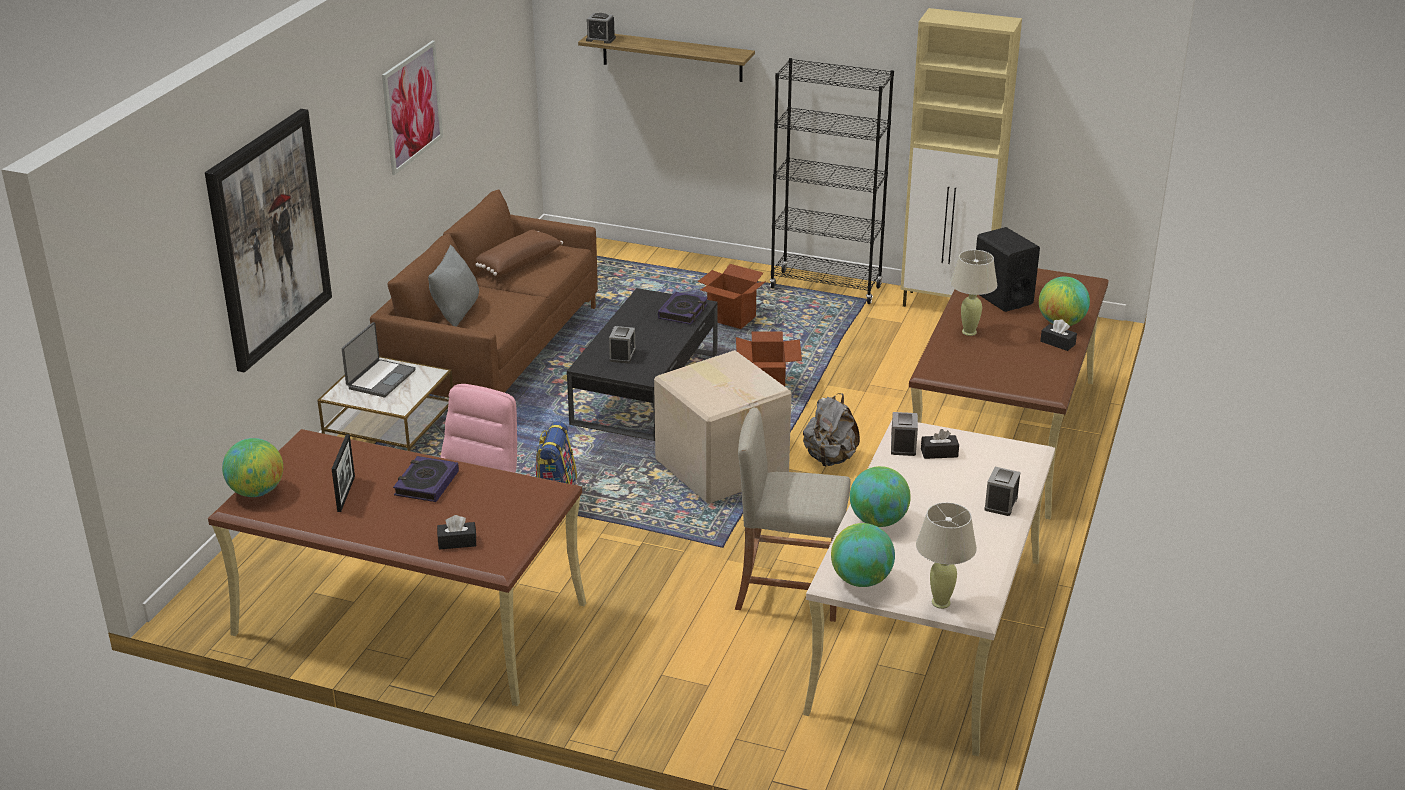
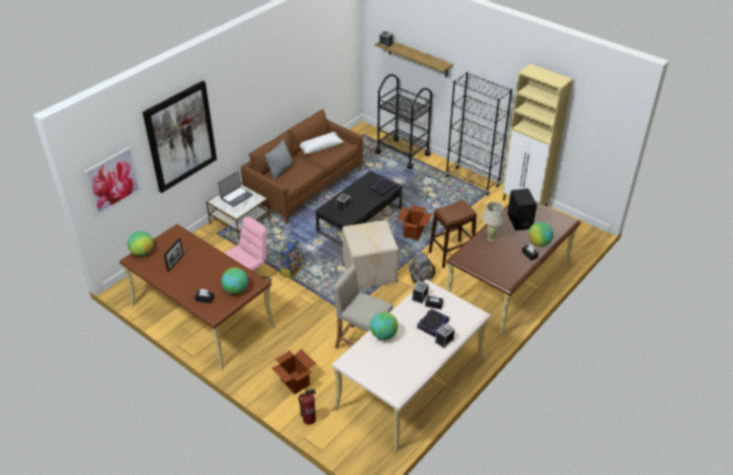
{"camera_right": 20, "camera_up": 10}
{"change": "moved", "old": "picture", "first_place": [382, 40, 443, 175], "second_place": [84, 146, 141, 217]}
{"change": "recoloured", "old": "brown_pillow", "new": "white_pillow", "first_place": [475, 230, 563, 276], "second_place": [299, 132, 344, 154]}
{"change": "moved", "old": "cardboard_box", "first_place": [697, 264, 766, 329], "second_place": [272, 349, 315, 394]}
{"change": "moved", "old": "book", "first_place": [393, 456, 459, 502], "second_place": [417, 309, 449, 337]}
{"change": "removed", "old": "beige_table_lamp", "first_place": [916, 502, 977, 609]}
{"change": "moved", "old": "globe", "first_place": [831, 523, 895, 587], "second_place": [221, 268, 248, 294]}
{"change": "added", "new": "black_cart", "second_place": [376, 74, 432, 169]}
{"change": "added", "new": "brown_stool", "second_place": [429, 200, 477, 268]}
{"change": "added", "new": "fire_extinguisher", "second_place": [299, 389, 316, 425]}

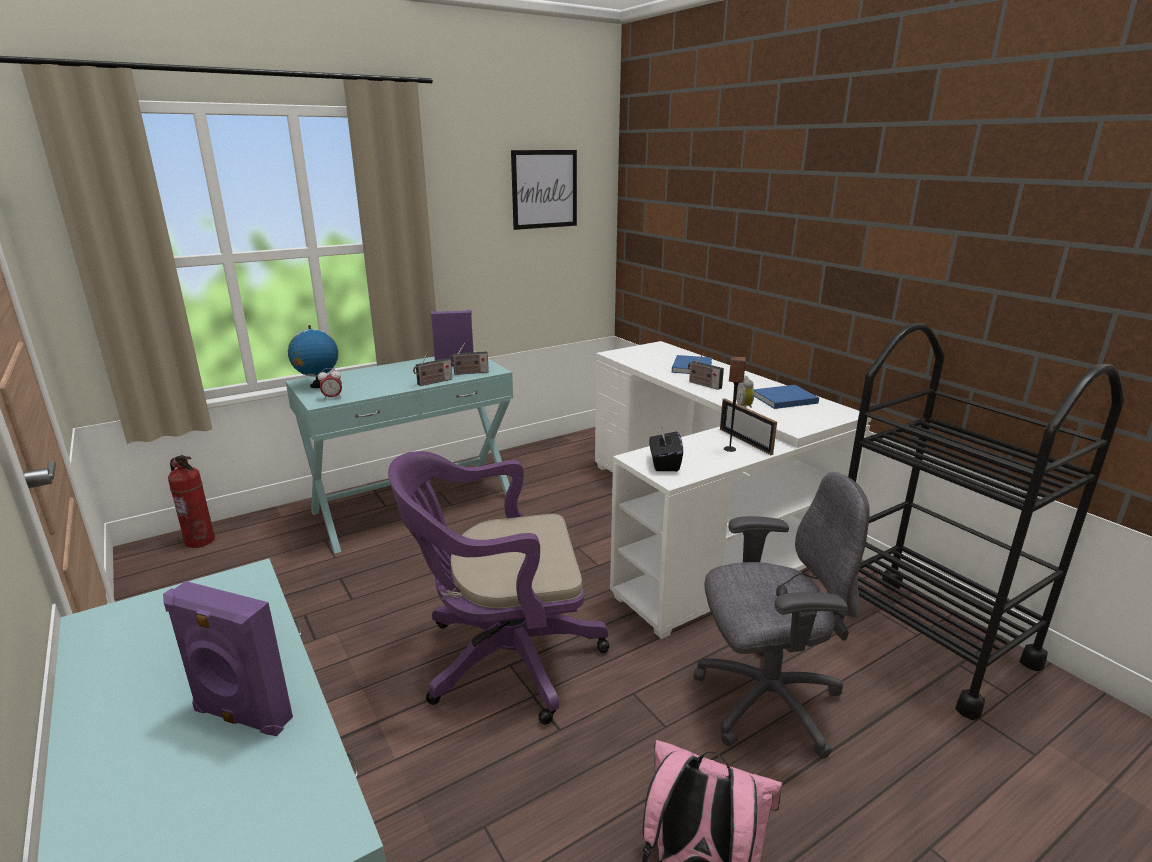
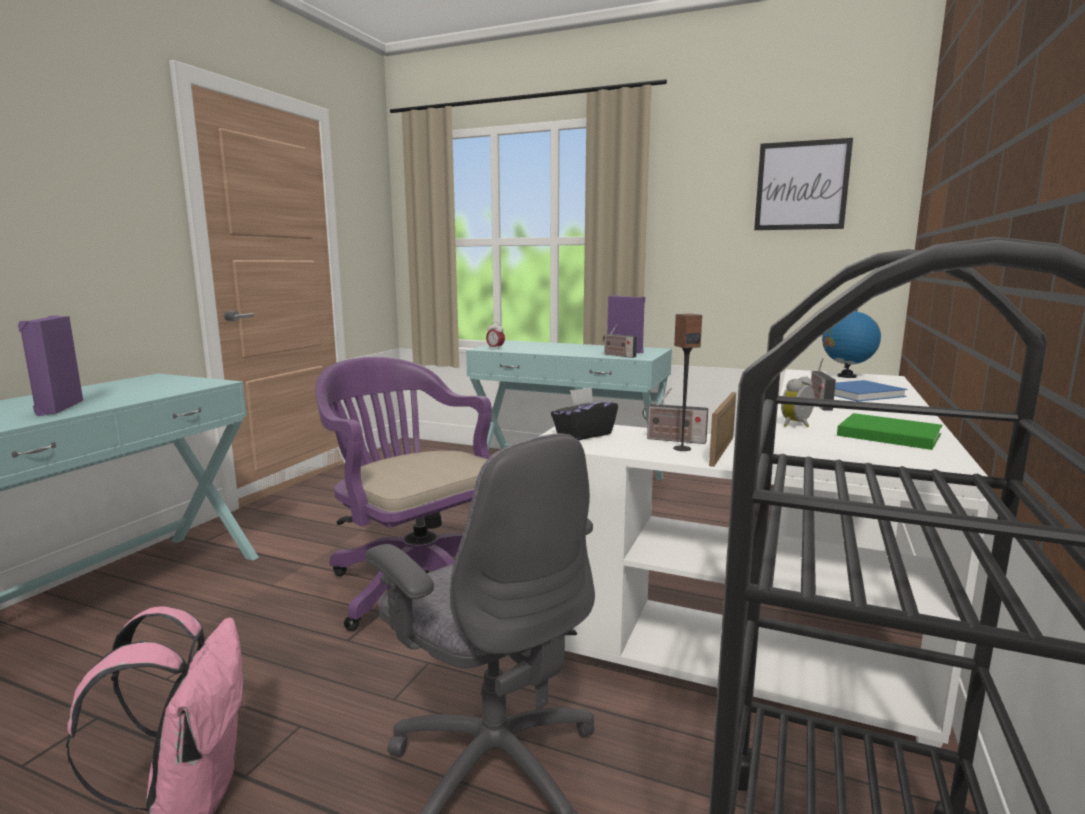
{"camera_right": 55, "camera_up": -10}
{"change": "moved", "old": "globe", "first_place": [288, 325, 338, 388], "second_place": [822, 309, 881, 378]}
{"change": "moved", "old": "radio", "first_place": [413, 352, 452, 386], "second_place": [642, 388, 708, 444]}
{"change": "recoloured", "old": "blue_book", "new": "green_book", "first_place": [754, 385, 819, 409], "second_place": [837, 413, 942, 450]}
{"change": "removed", "old": "fire_extinguisher", "first_place": [168, 455, 215, 548]}

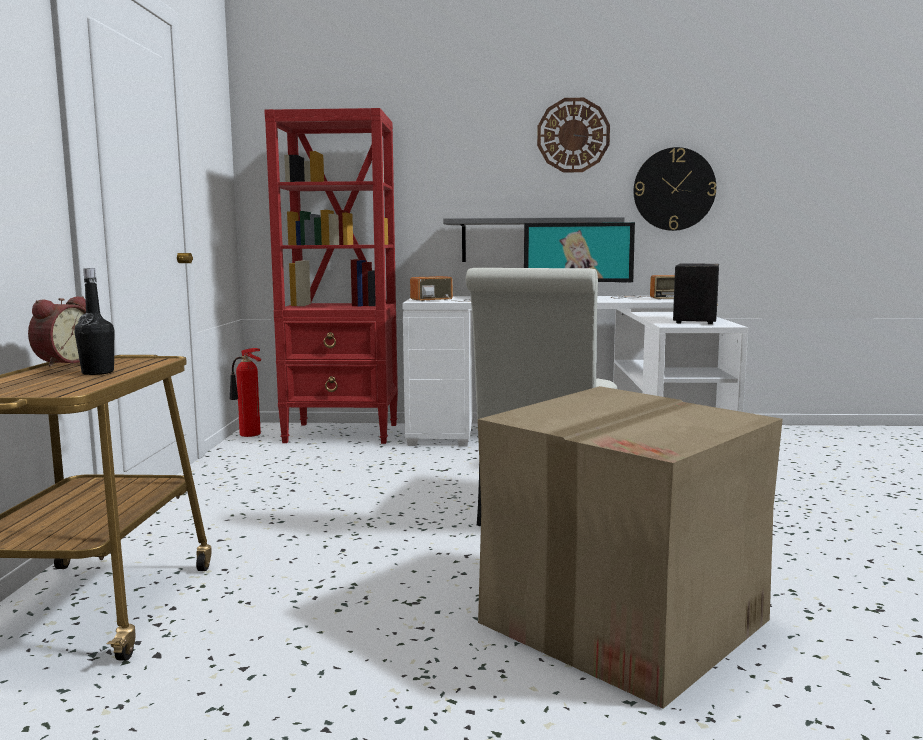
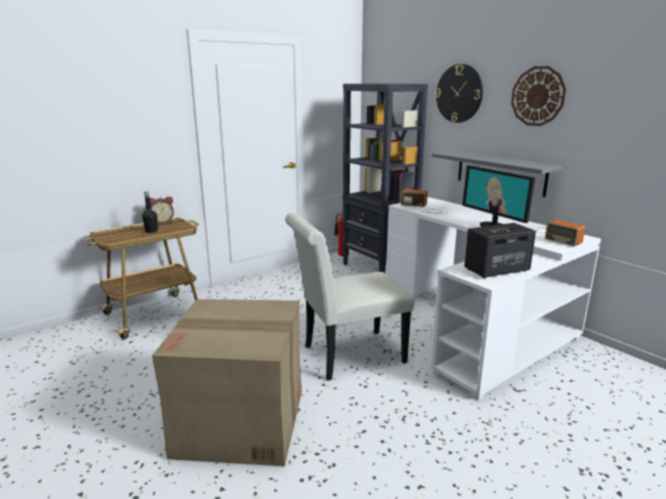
{"camera_right": 50, "camera_up": 10}
{"change": "recoloured", "old": "red_bookcase", "new": "black_bookcase", "first_place": [264, 108, 398, 444], "second_place": [342, 84, 428, 273]}
{"change": "moved", "old": "wall_clock", "first_place": [634, 147, 716, 231], "second_place": [435, 64, 483, 123]}

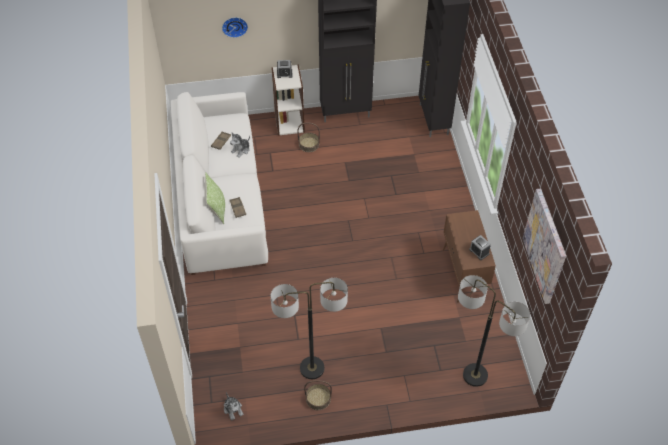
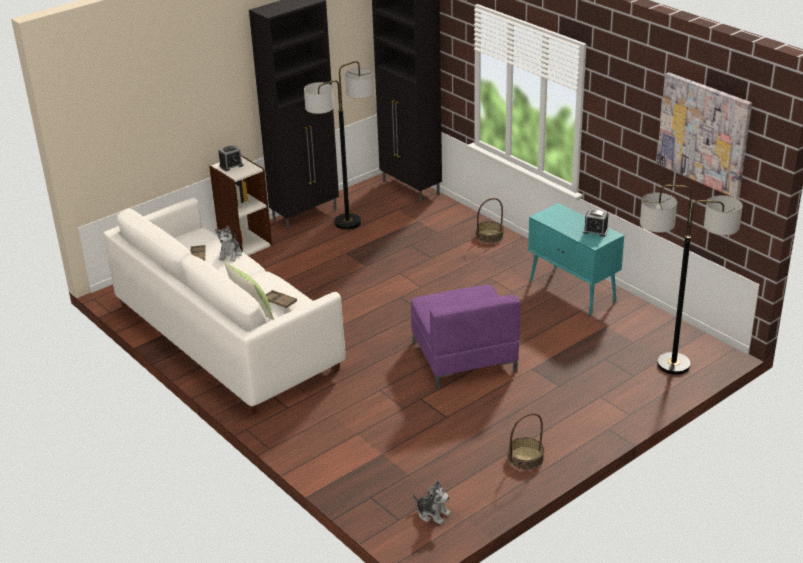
{"camera_right": -30, "camera_up": -20}
{"change": "removed", "old": "wall_clock", "first_place": [222, 17, 248, 38]}
{"change": "moved", "old": "basket", "first_place": [297, 122, 320, 152], "second_place": [476, 198, 504, 243]}
{"change": "recoloured", "old": "brown_cabinet", "new": "turquoise_cabinet", "first_place": [443, 210, 496, 302], "second_place": [528, 203, 624, 316]}
{"change": "moved", "old": "floor_lamp", "first_place": [271, 278, 348, 379], "second_place": [304, 61, 374, 230]}
{"change": "added", "new": "purple_armchair", "second_place": [411, 285, 521, 388]}

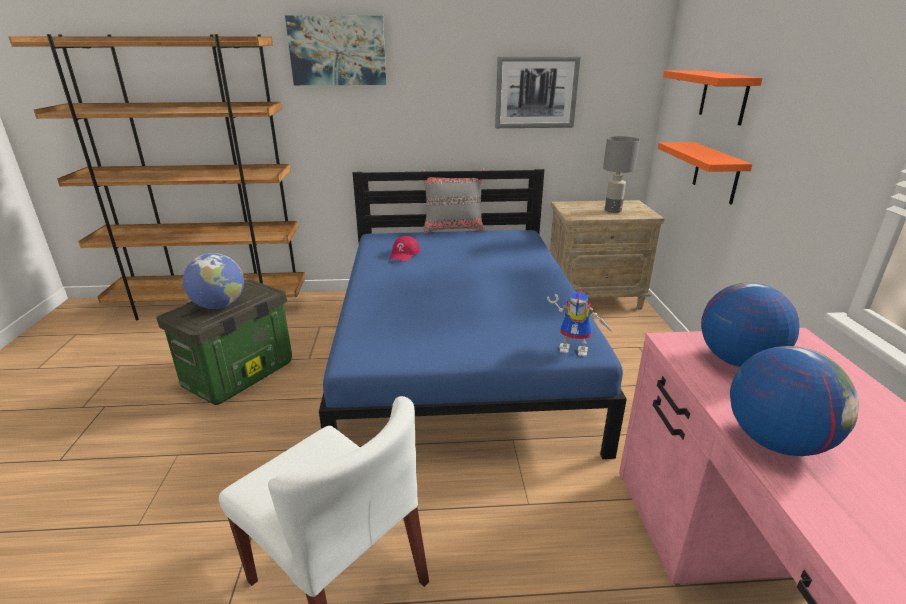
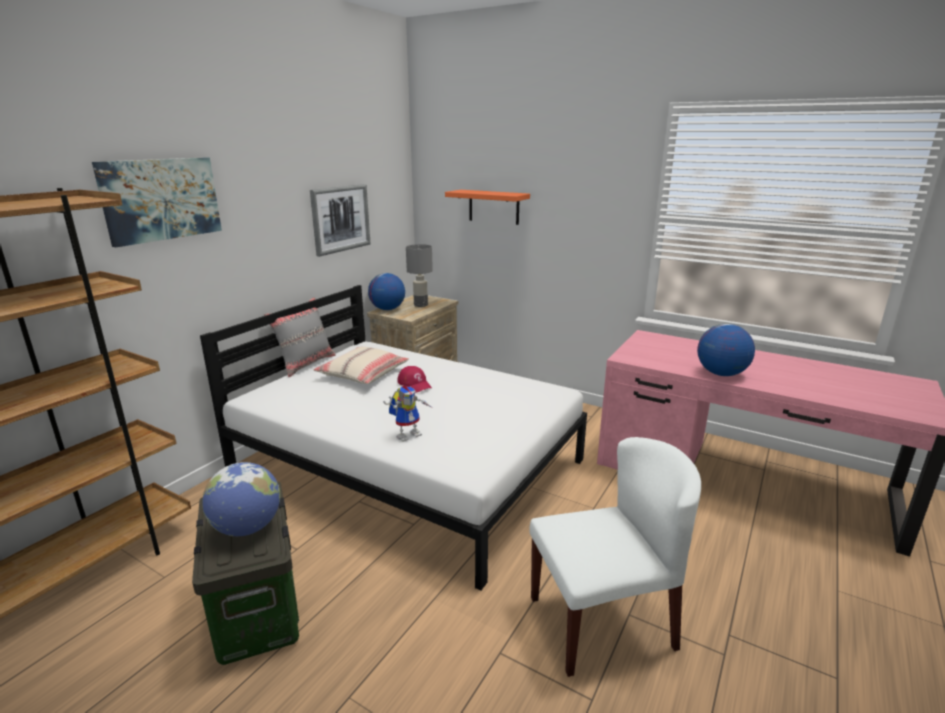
{"camera_right": -55, "camera_up": -5}
{"change": "removed", "old": "orange_shelf", "first_place": [658, 142, 752, 204]}
{"change": "recoloured", "old": "blue_bed", "new": "white_bed", "first_place": [319, 169, 627, 459], "second_place": [200, 285, 587, 591]}
{"change": "moved", "old": "red_cap", "first_place": [389, 236, 420, 262], "second_place": [397, 366, 432, 393]}
{"change": "moved", "old": "globe", "first_place": [701, 282, 799, 367], "second_place": [368, 273, 405, 310]}
{"change": "moved", "old": "toy_robot", "first_place": [547, 291, 614, 357], "second_place": [383, 386, 432, 442]}
{"change": "added", "new": "beige_pillow", "second_place": [314, 347, 409, 384]}

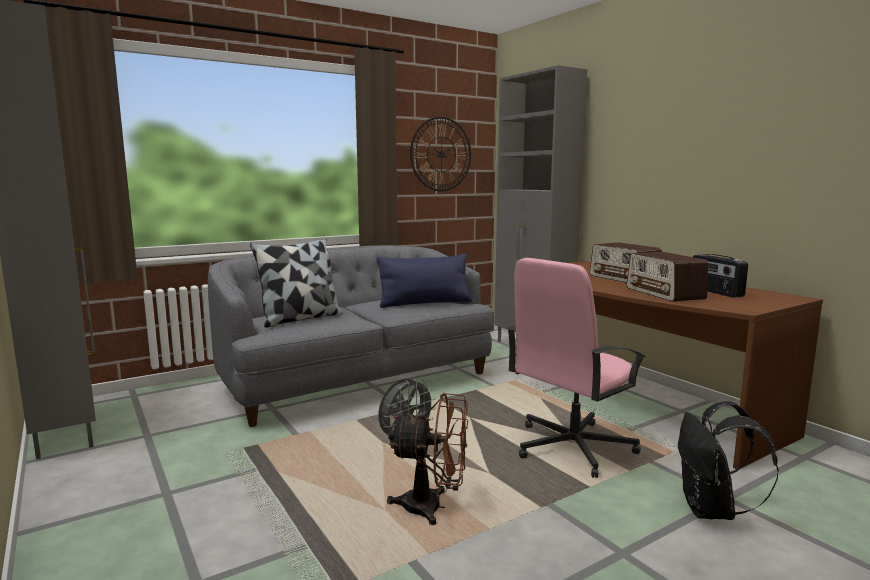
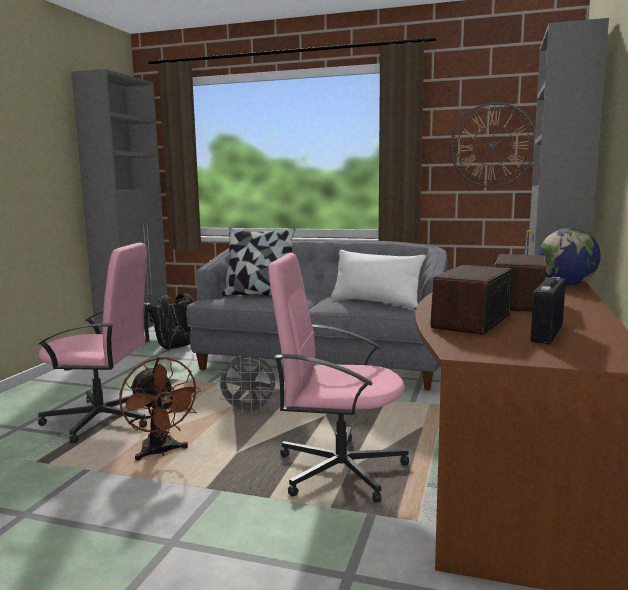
{"camera_right": 50, "camera_up": 0}
{"change": "recoloured", "old": "blue_pillow", "new": "white_pillow", "first_place": [376, 253, 472, 308], "second_place": [331, 250, 425, 308]}
{"change": "moved", "old": "black_backpack", "first_place": [678, 401, 779, 520], "second_place": [148, 293, 194, 349]}
{"change": "added", "new": "globe", "second_place": [538, 228, 601, 285]}
{"change": "added", "new": "pink_office_chair", "second_place": [37, 243, 150, 444]}

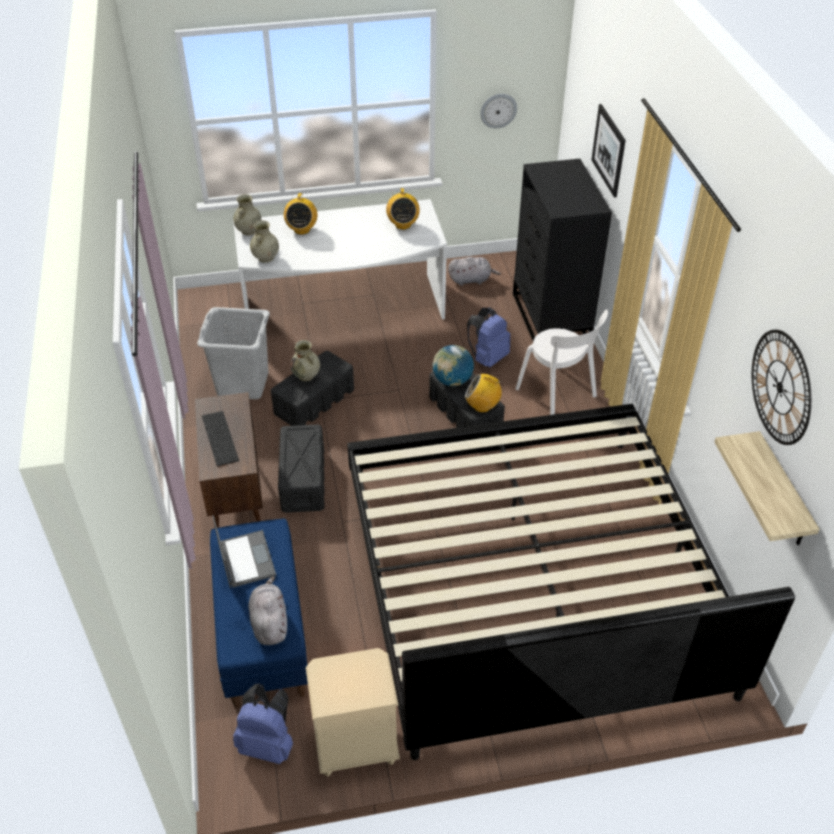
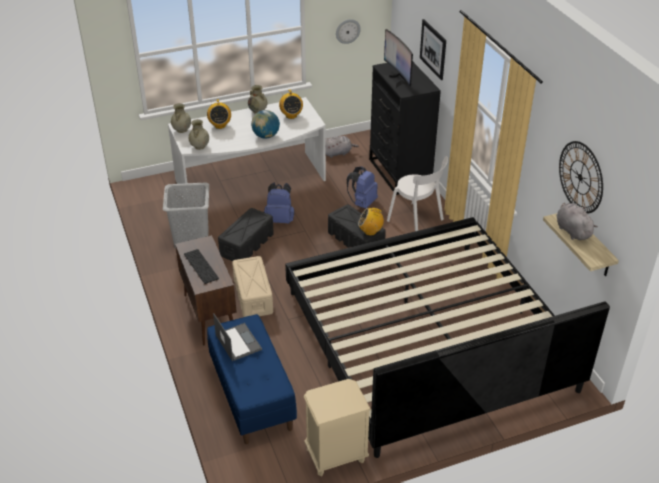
{"camera_right": -10, "camera_up": -5}
{"change": "moved", "old": "beige_vase", "first_place": [290, 340, 320, 381], "second_place": [248, 85, 267, 114]}
{"change": "moved", "old": "globe", "first_place": [433, 345, 474, 386], "second_place": [251, 110, 280, 139]}
{"change": "recoloured", "old": "black_storage_box", "new": "beige_storage_box", "first_place": [278, 424, 325, 513], "second_place": [232, 256, 273, 317]}
{"change": "moved", "old": "grey_plush_toy", "first_place": [248, 576, 287, 645], "second_place": [557, 203, 598, 240]}
{"change": "moved", "old": "blue_backpack", "first_place": [233, 683, 293, 764], "second_place": [264, 182, 294, 223]}
{"change": "added", "new": "monitor", "second_place": [383, 29, 413, 88]}

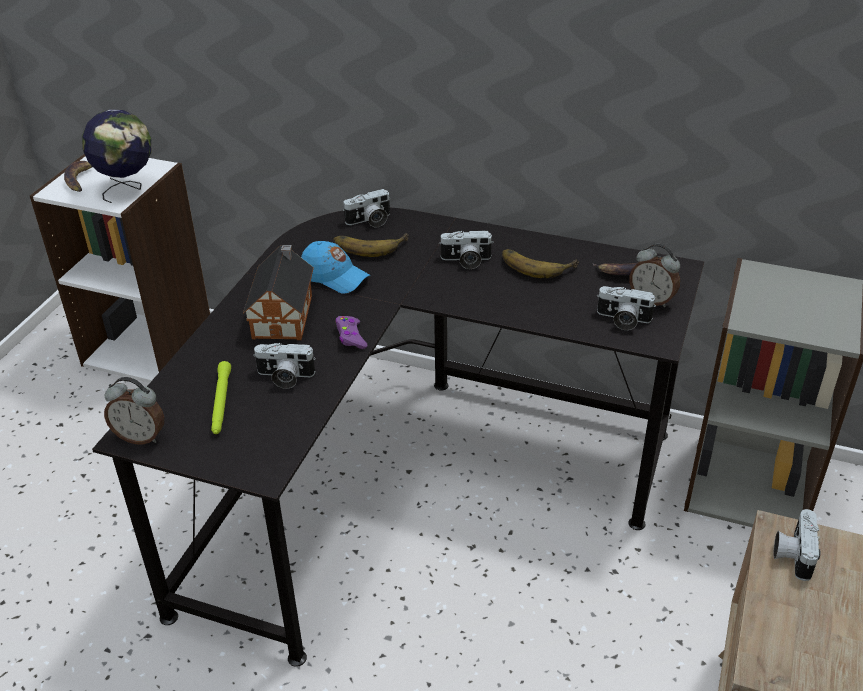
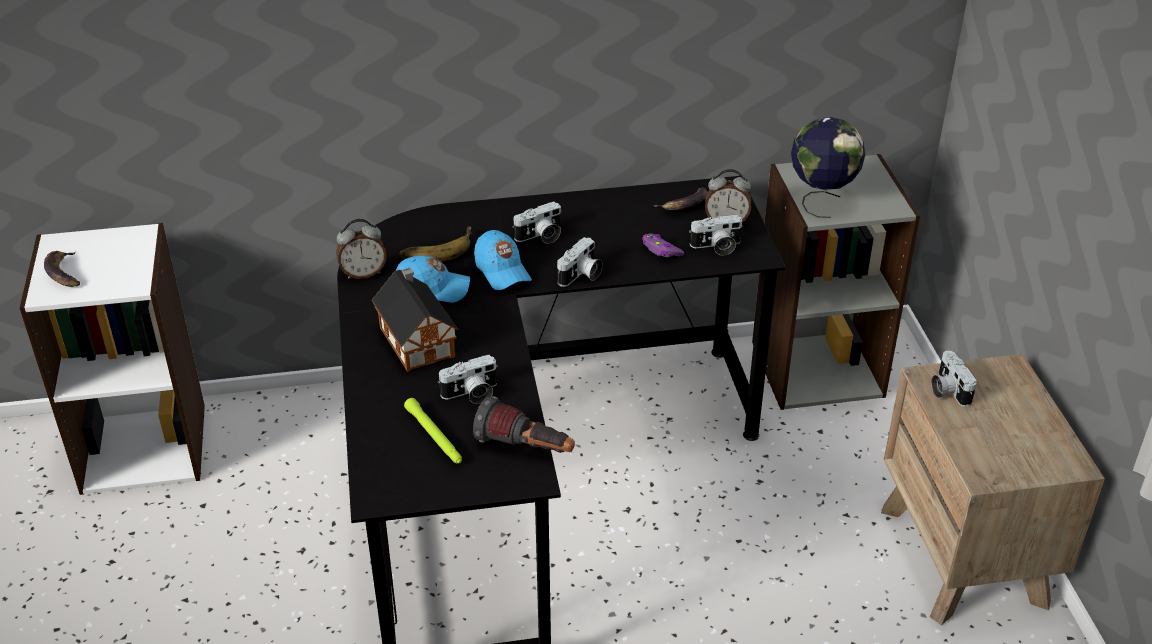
{"camera_right": -30, "camera_up": 0}
{"change": "moved", "old": "globe", "first_place": [82, 109, 151, 203], "second_place": [791, 117, 865, 218]}
{"change": "moved", "old": "photo_camera", "first_place": [343, 189, 391, 228], "second_place": [557, 237, 603, 287]}
{"change": "removed", "old": "banana", "first_place": [502, 249, 579, 278]}
{"change": "moved", "old": "purple_game_controller", "first_place": [336, 316, 367, 349], "second_place": [642, 233, 684, 257]}
{"change": "moved", "old": "alarm_clock", "first_place": [104, 377, 164, 444], "second_place": [336, 219, 386, 279]}
{"change": "added", "new": "blue_cap", "second_place": [474, 230, 532, 290]}
{"change": "added", "new": "flashlight", "second_place": [473, 396, 575, 453]}

